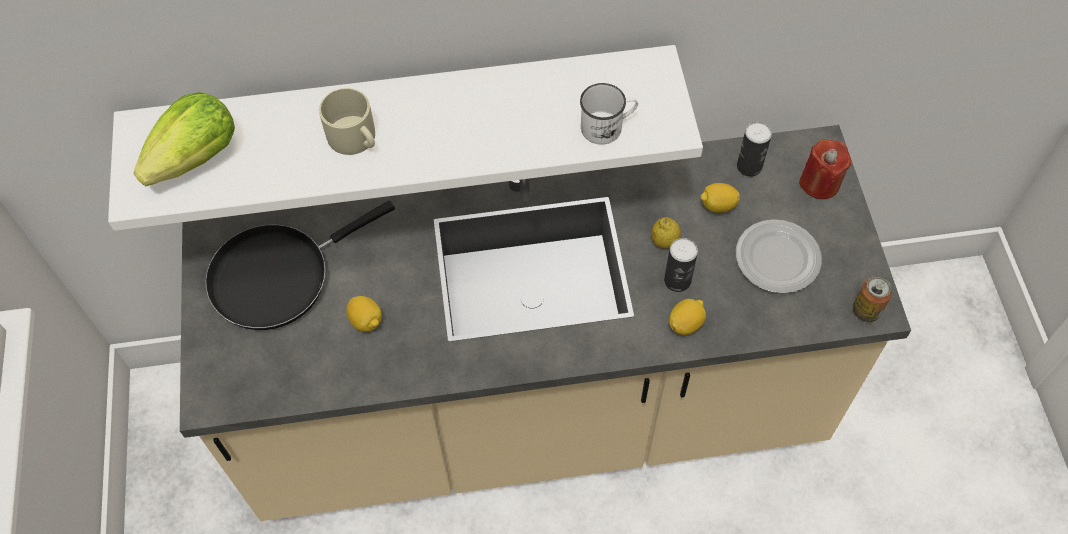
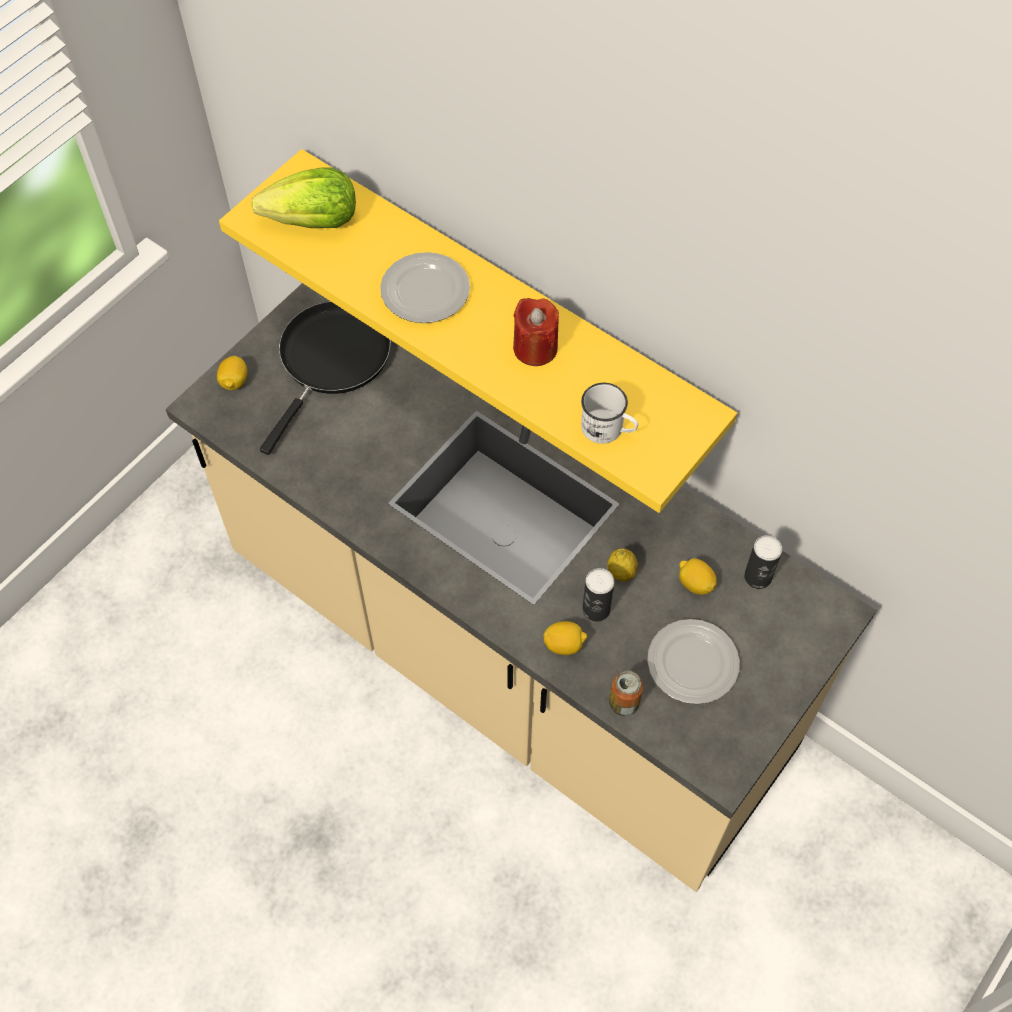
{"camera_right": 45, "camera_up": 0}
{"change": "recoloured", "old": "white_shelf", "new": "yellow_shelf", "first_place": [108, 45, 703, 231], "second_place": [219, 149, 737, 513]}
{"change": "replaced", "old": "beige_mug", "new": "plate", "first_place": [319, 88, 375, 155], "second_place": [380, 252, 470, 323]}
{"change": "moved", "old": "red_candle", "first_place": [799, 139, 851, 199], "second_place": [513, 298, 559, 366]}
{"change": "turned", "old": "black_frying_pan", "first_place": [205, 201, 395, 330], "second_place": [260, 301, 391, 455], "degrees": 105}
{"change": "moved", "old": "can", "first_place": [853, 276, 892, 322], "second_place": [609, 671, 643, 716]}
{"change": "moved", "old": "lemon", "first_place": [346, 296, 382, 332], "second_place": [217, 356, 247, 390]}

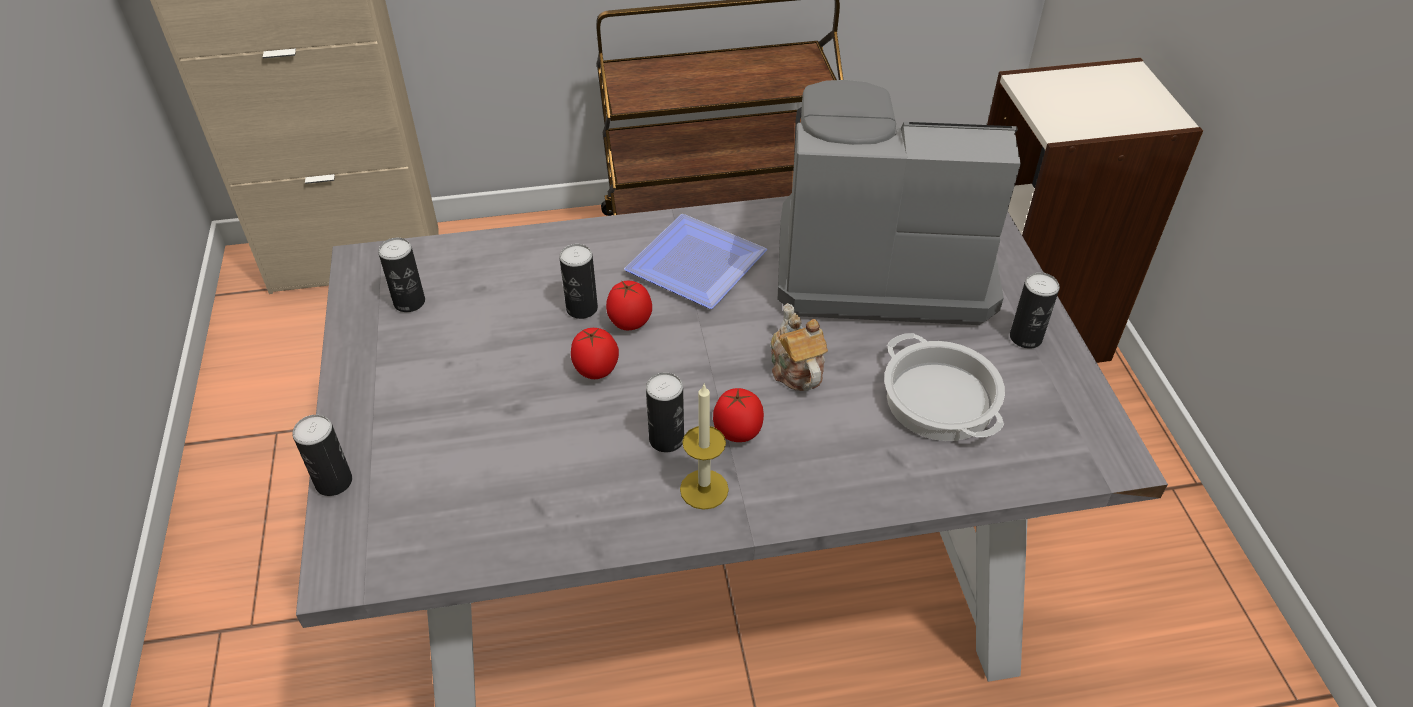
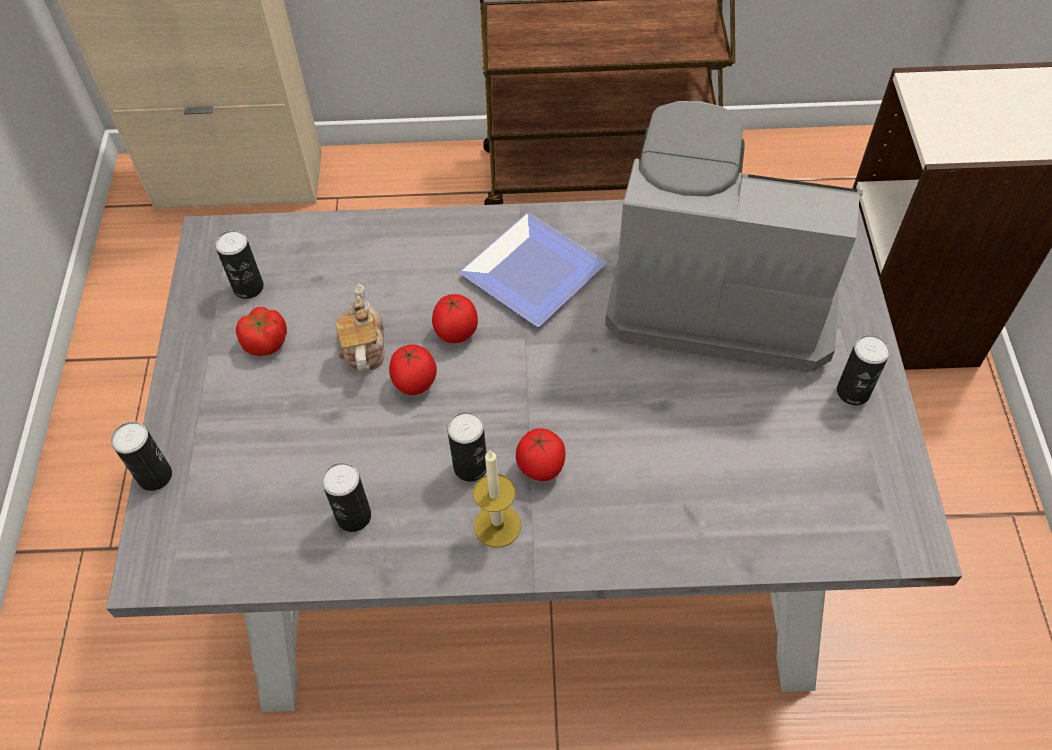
{"camera_right": 10, "camera_up": 10}
{"change": "moved", "old": "can", "first_place": [559, 244, 598, 319], "second_place": [322, 463, 371, 532]}
{"change": "moved", "old": "teapot", "first_place": [770, 303, 828, 391], "second_place": [336, 284, 385, 372]}
{"change": "removed", "old": "cooking_pot", "first_place": [884, 333, 1005, 441]}
{"change": "added", "new": "tomato", "second_place": [236, 307, 287, 356]}

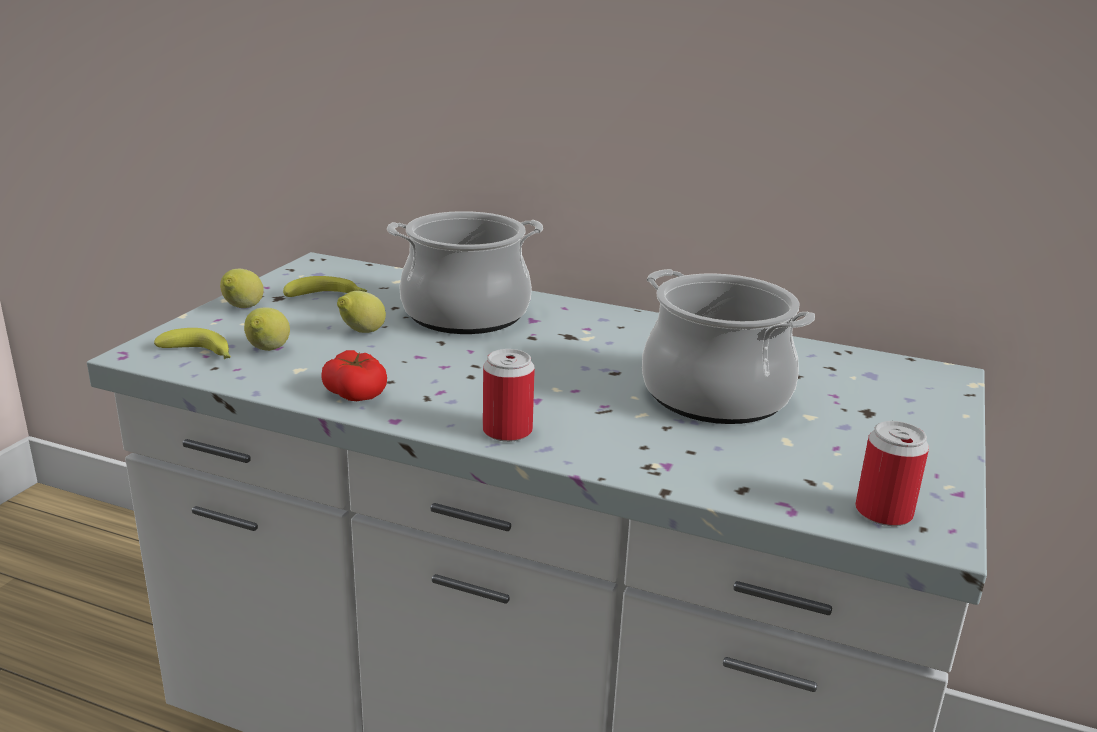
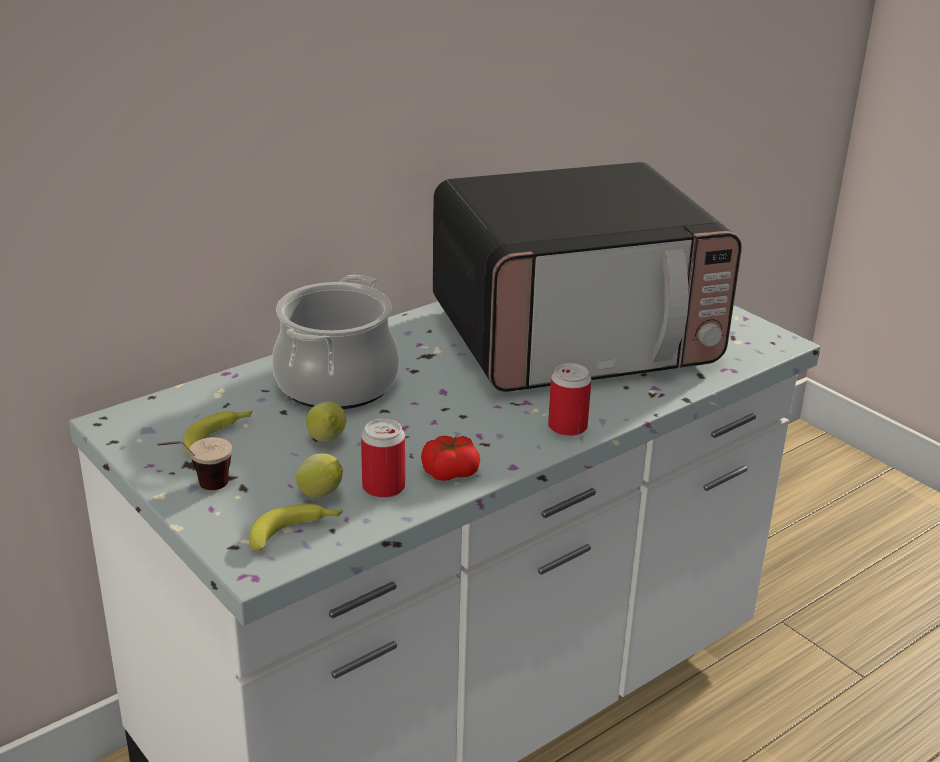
{"camera_right": -60, "camera_up": 5}
{"change": "replaced", "old": "lemon", "new": "cup", "first_place": [220, 269, 264, 308], "second_place": [157, 437, 232, 490]}
{"change": "replaced", "old": "cooking_pot", "new": "microwave", "first_place": [642, 269, 815, 424], "second_place": [433, 162, 742, 392]}
{"change": "moved", "old": "can", "first_place": [855, 421, 929, 526], "second_place": [361, 419, 405, 498]}

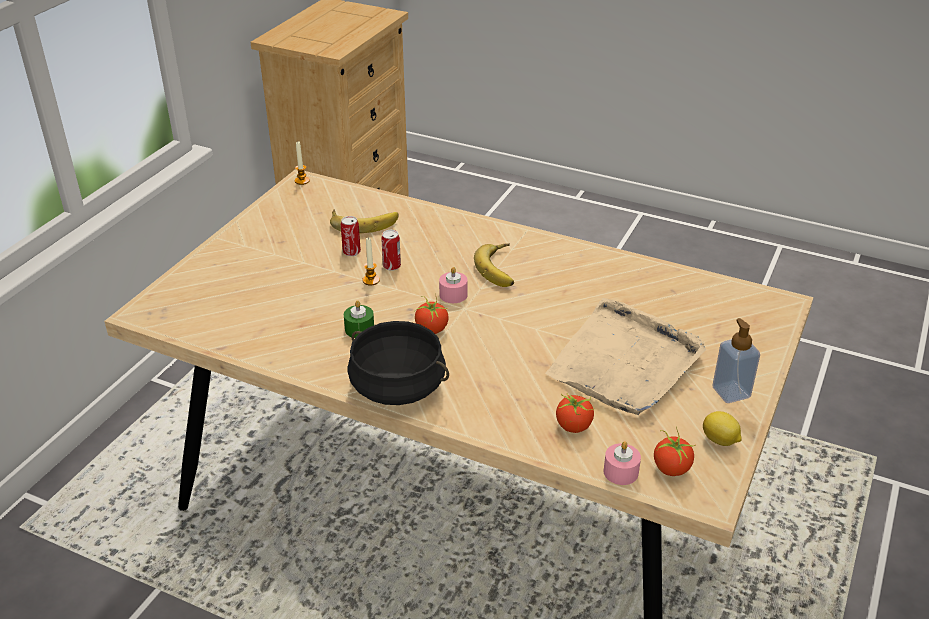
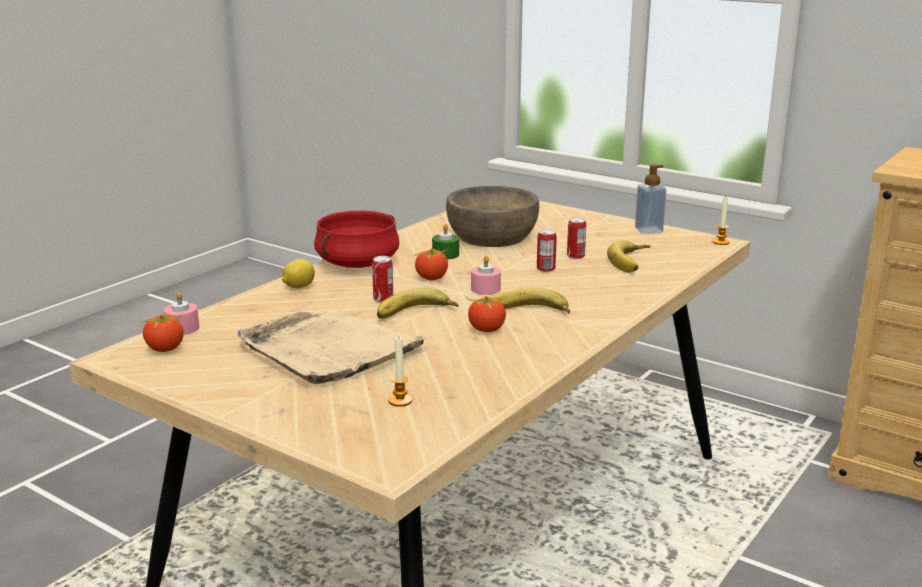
{"camera_right": 100, "camera_up": -15}
{"change": "moved", "old": "candle", "first_place": [362, 237, 380, 285], "second_place": [388, 337, 412, 407]}
{"change": "moved", "old": "soap_dispenser", "first_place": [712, 318, 760, 403], "second_place": [635, 165, 667, 234]}
{"change": "recoloured", "old": "black_cooking_pot", "new": "red_cooking_pot", "first_place": [347, 321, 449, 405], "second_place": [314, 211, 399, 268]}
{"change": "moved", "old": "tomato", "first_place": [556, 393, 594, 433], "second_place": [466, 295, 506, 332]}
{"change": "moved", "old": "lemon", "first_place": [703, 411, 742, 446], "second_place": [282, 259, 315, 288]}
{"change": "added", "new": "brown_bowl", "second_place": [446, 186, 539, 247]}
{"change": "added", "new": "can", "second_place": [372, 256, 393, 302]}
{"change": "added", "new": "banana", "second_place": [377, 288, 458, 319]}

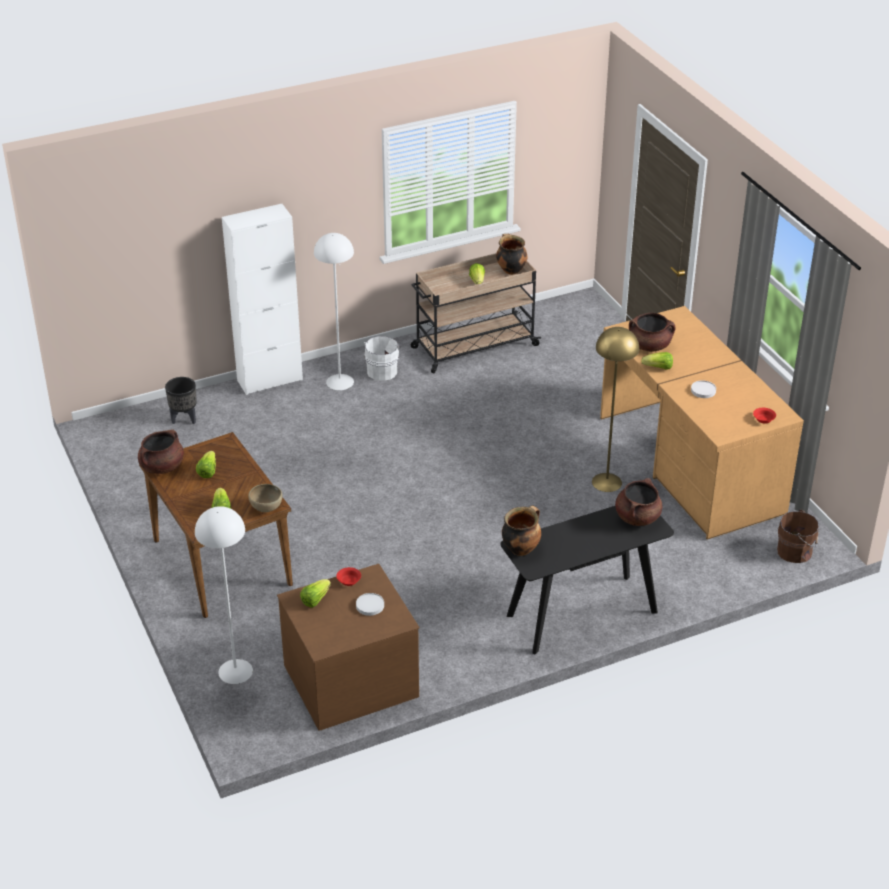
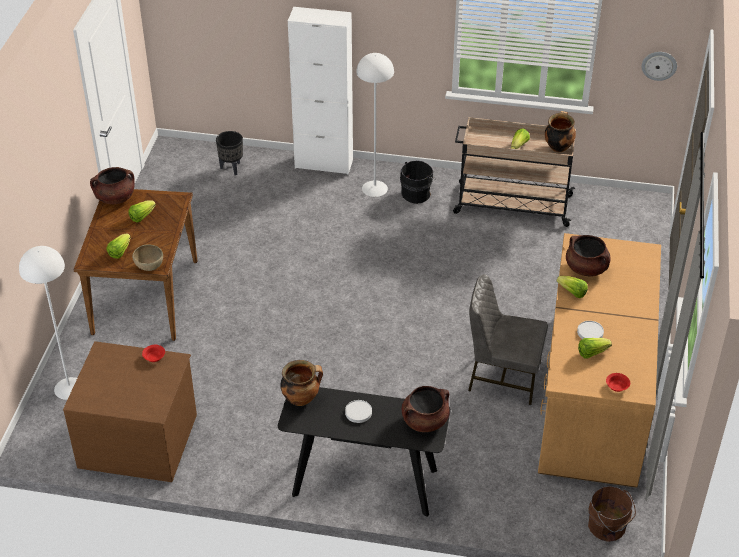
{"camera_right": 35, "camera_up": 5}
{"change": "replaced", "old": "yellow_floor_lamp", "new": "grey_chair", "first_place": [592, 327, 639, 492], "second_place": [468, 274, 548, 405]}
{"change": "recoloured", "old": "white_bucket", "new": "black_bucket", "first_place": [364, 336, 401, 380], "second_place": [400, 160, 436, 204]}
{"change": "moved", "old": "lettuce", "first_place": [300, 579, 331, 608], "second_place": [578, 338, 612, 358]}
{"change": "moved", "old": "white_plate", "first_place": [356, 593, 384, 616], "second_place": [345, 400, 372, 423]}
{"change": "added", "new": "wall_clock", "second_place": [642, 52, 677, 81]}

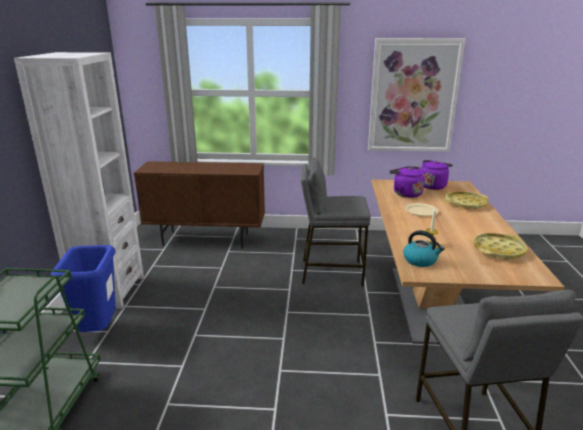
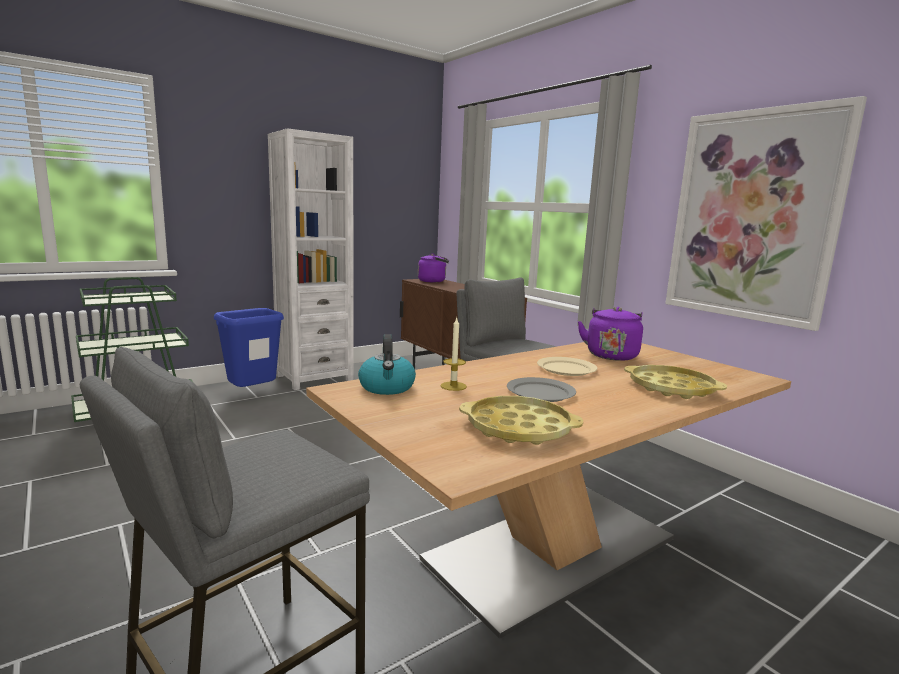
{"camera_right": 50, "camera_up": -10}
{"change": "moved", "old": "purple_kettle", "first_place": [420, 160, 453, 190], "second_place": [418, 254, 449, 282]}
{"change": "added", "new": "grey_plate", "second_place": [507, 377, 576, 402]}

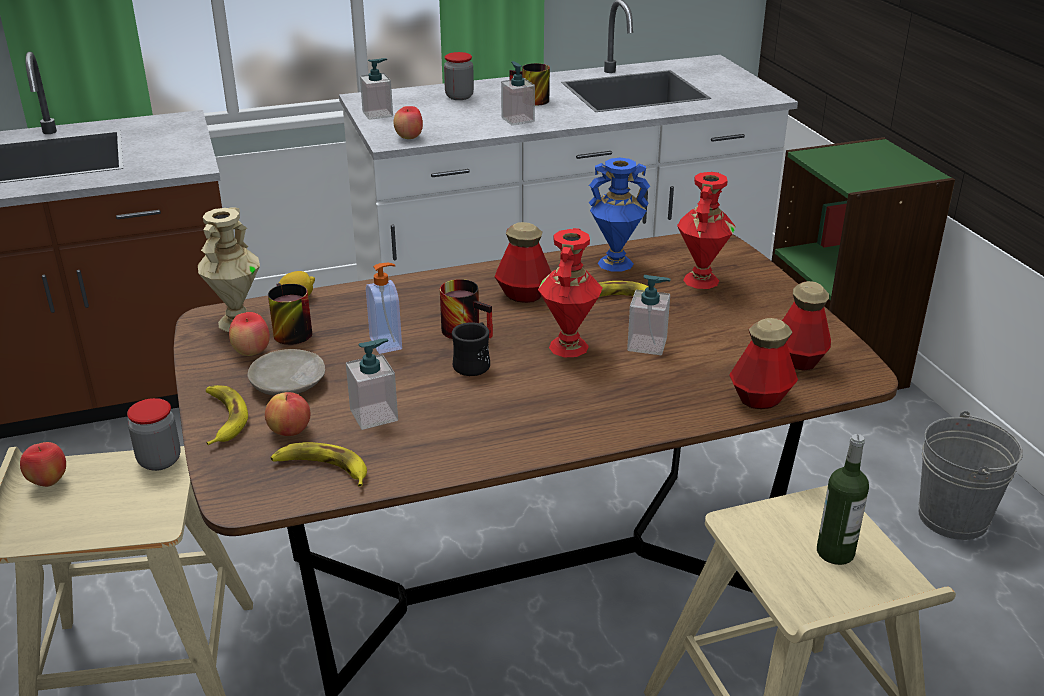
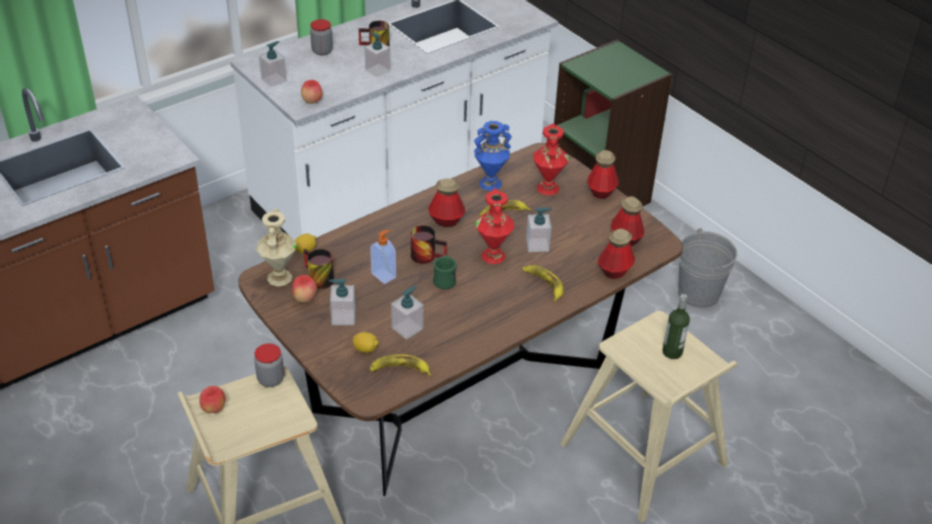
{"camera_right": -20, "camera_up": 10}
{"change": "recoloured", "old": "black_mug", "new": "green_mug", "first_place": [452, 322, 490, 376], "second_place": [433, 254, 456, 290]}
{"change": "replaced", "old": "beige_plate", "new": "soap_dispenser", "first_place": [248, 349, 325, 396], "second_place": [329, 279, 355, 325]}
{"change": "moved", "old": "banana", "first_place": [206, 385, 248, 445], "second_place": [522, 265, 563, 302]}
{"change": "replaced", "old": "apple", "new": "lemon", "first_place": [265, 392, 311, 436], "second_place": [353, 332, 379, 353]}
{"change": "added", "new": "bottle", "second_place": [587, 150, 619, 199]}

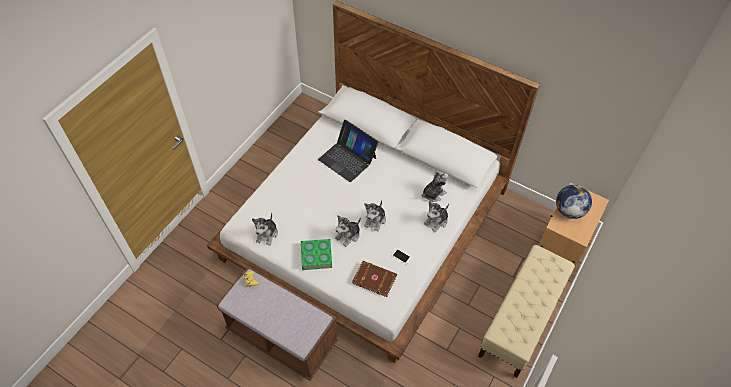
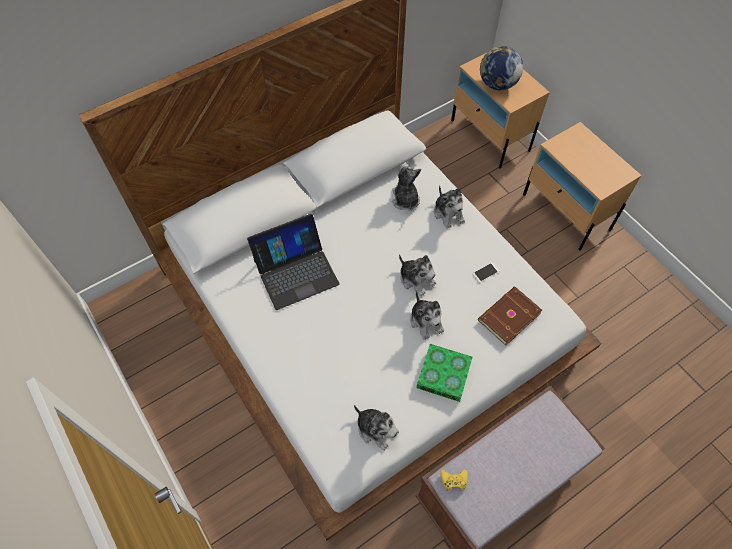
{"camera_right": -65, "camera_up": 5}
{"change": "replaced", "old": "beige_bench", "new": "beige_nightstand", "first_place": [478, 245, 575, 378], "second_place": [523, 122, 642, 251]}

